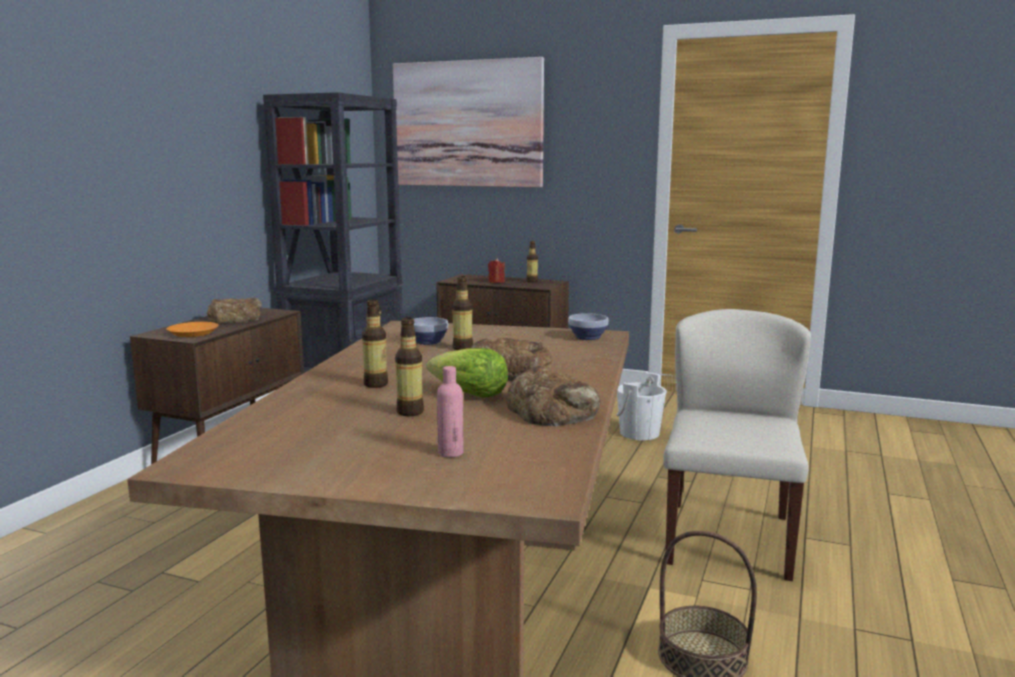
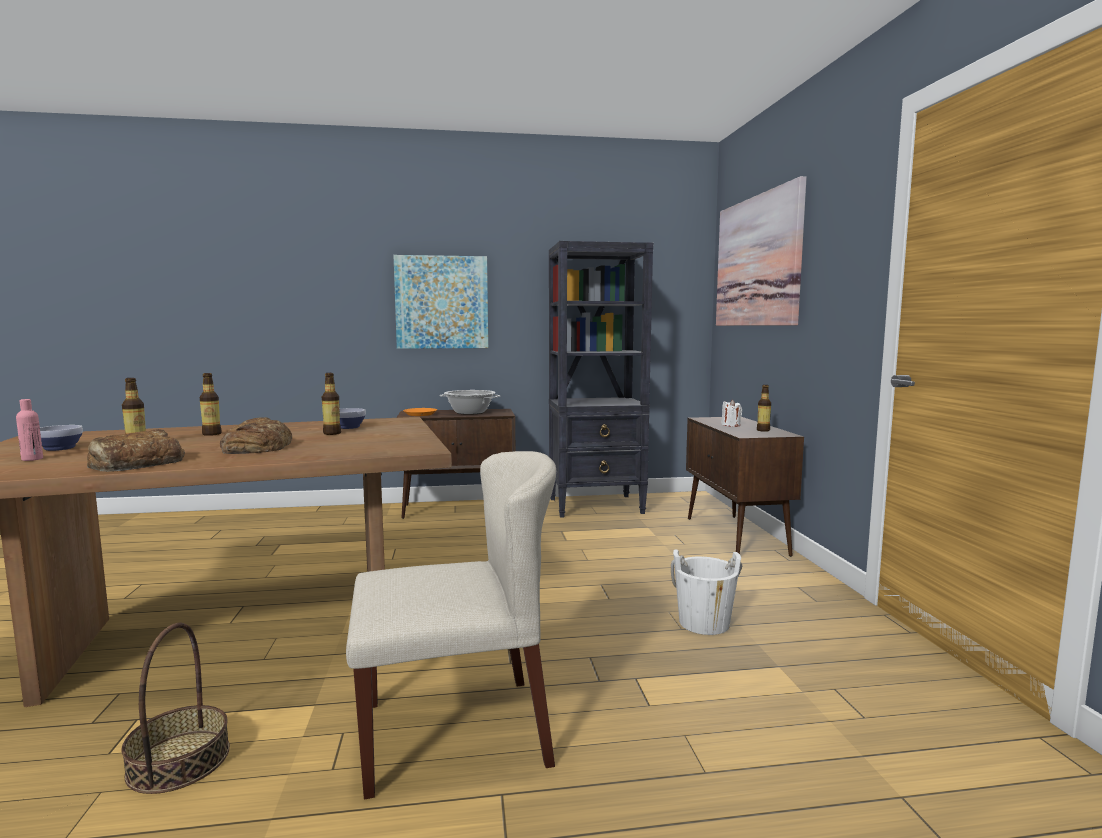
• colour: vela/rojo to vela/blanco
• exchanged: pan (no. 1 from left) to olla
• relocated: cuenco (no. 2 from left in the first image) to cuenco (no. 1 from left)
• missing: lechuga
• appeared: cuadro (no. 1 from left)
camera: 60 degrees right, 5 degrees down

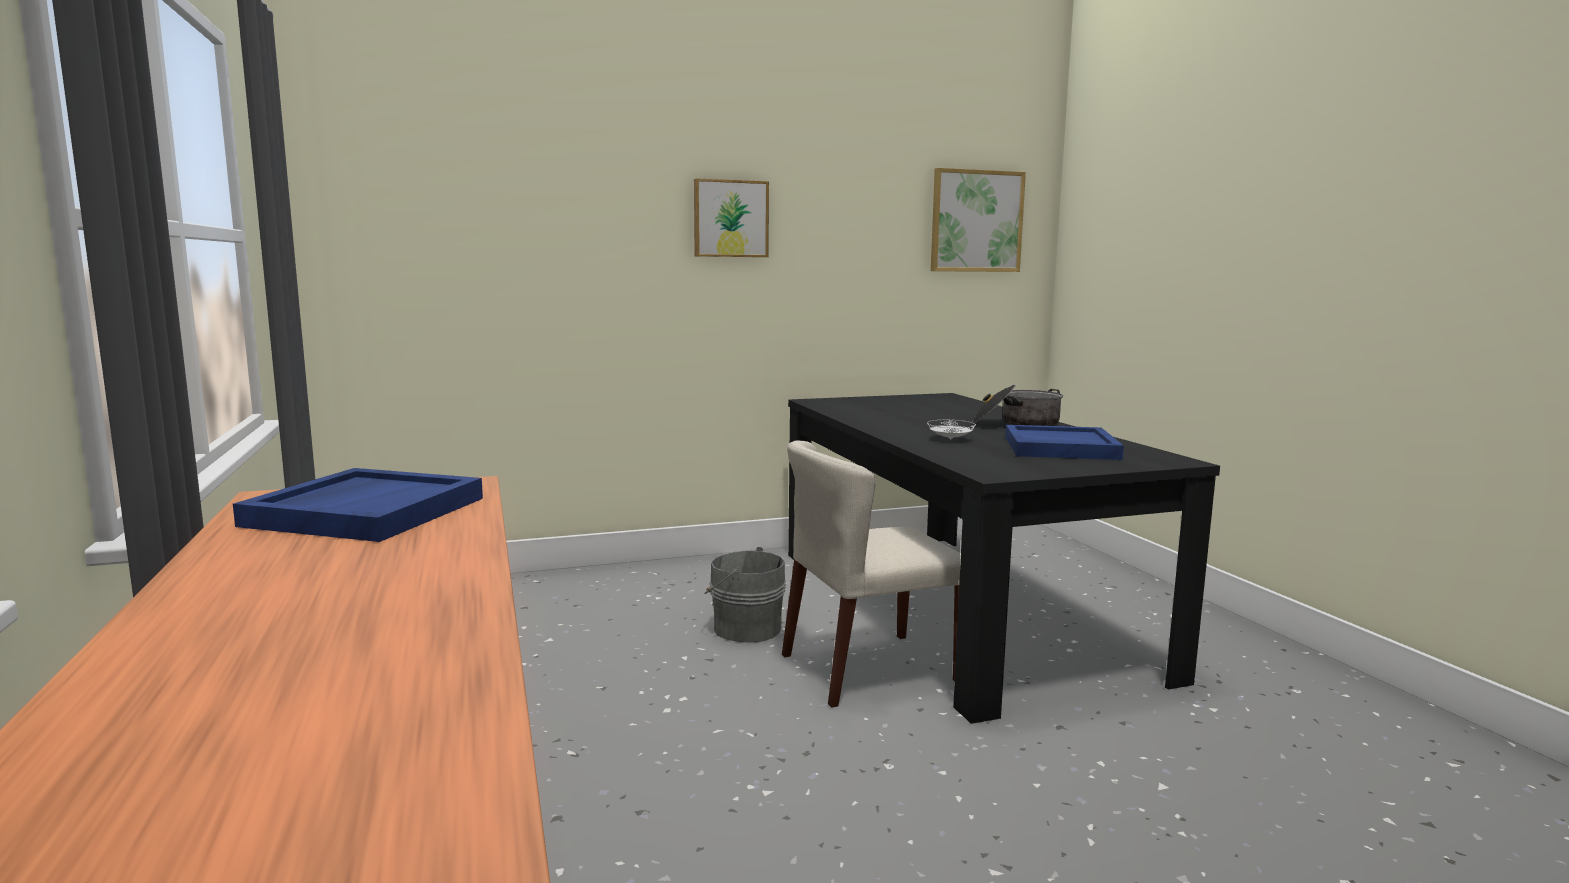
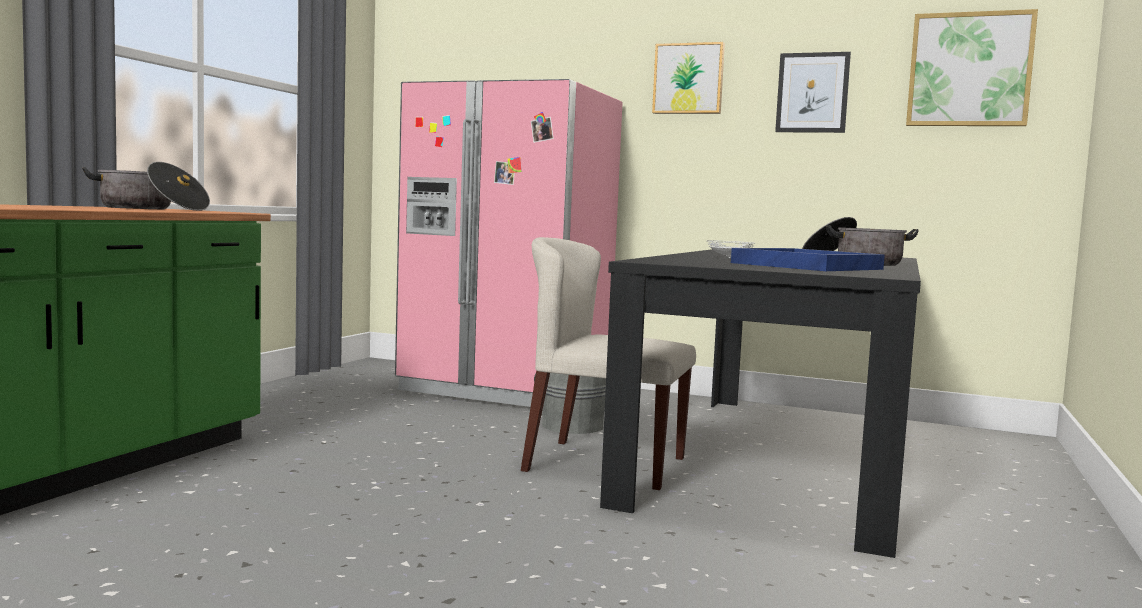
• exchanged: bandeja/azul (no. 1 from left) to olla (no. 1 from left)
• appeared: cuadro (no. 2 from left)
• appeared: nevera/rosa
camera: 40 degrees right, 5 degrees down

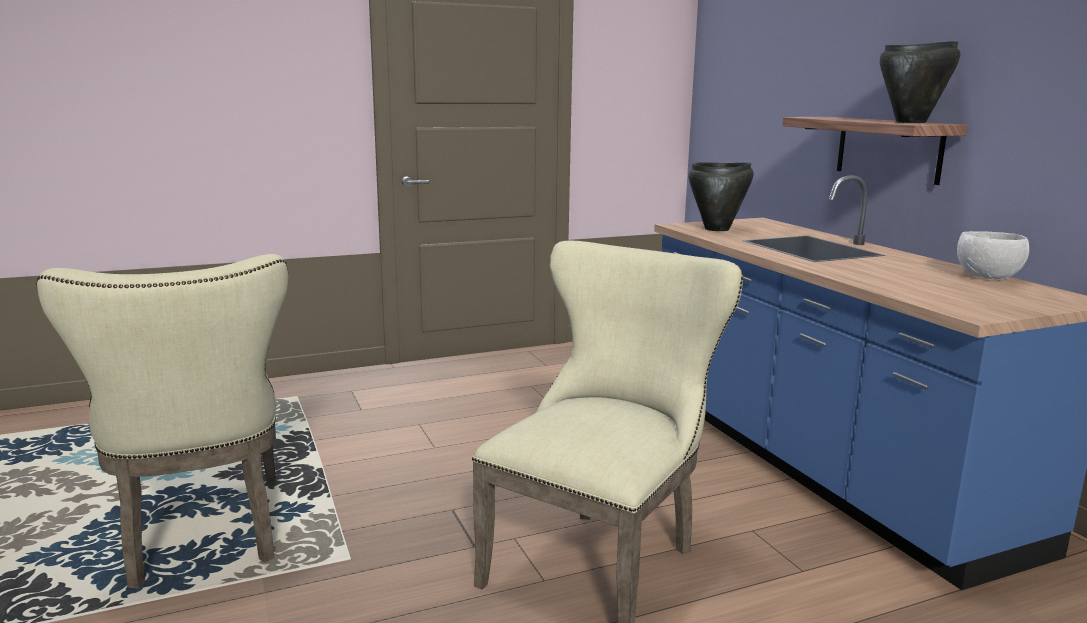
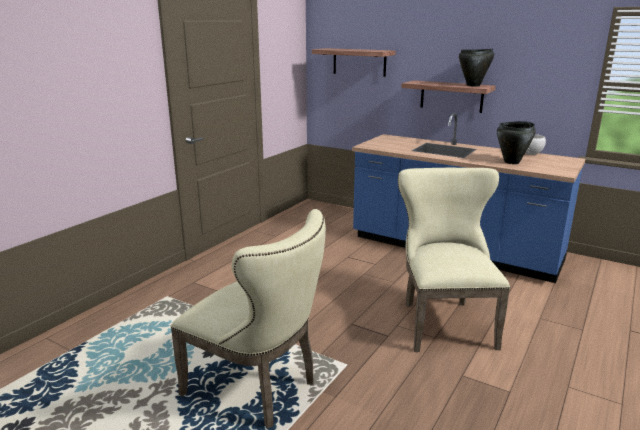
• relocated: olla/negro (no. 1 from left in the first image) to olla/negro (no. 2 from left)
• appeared: estante (no. 1 from left)
camera: 35 degrees left, 5 degrees up

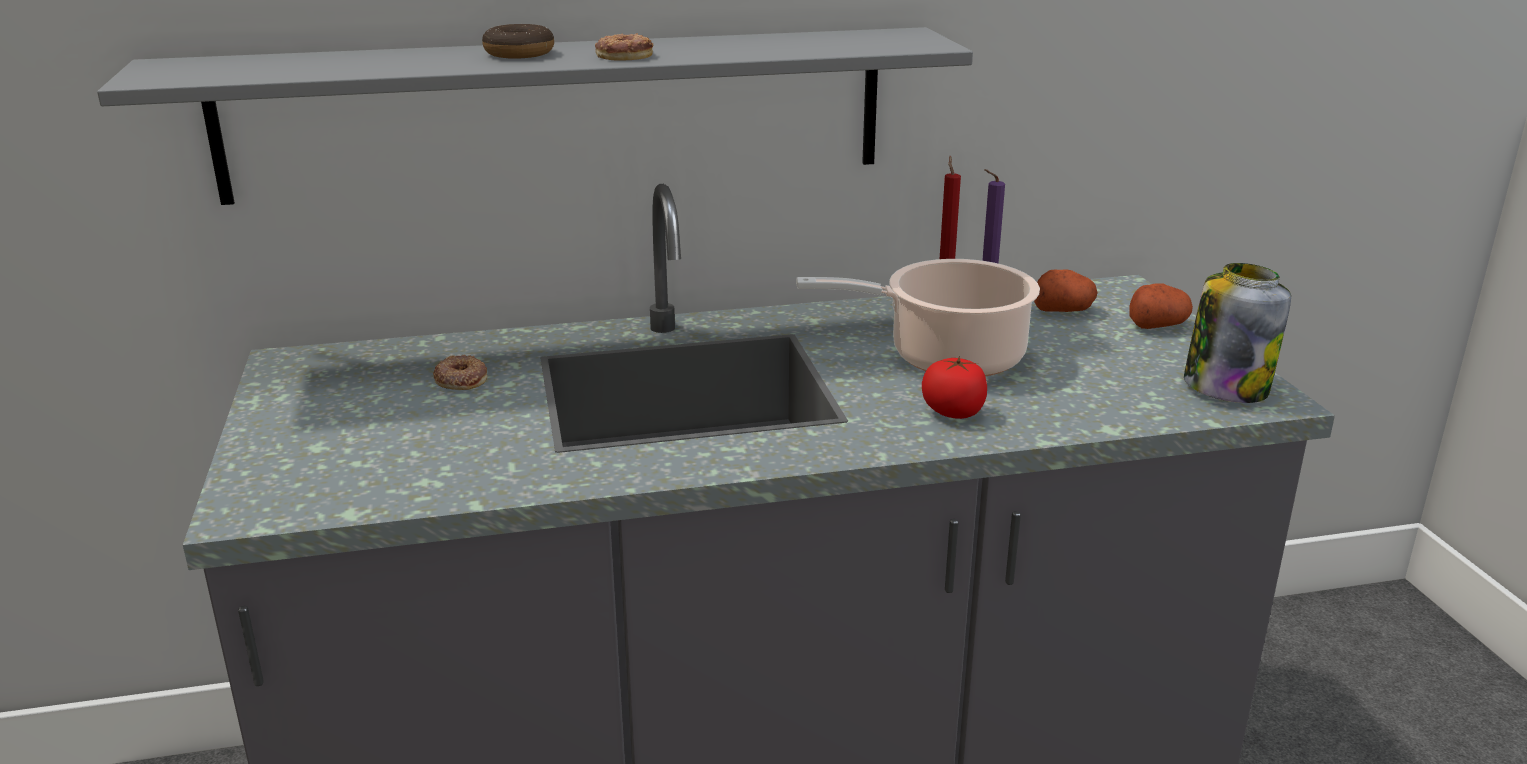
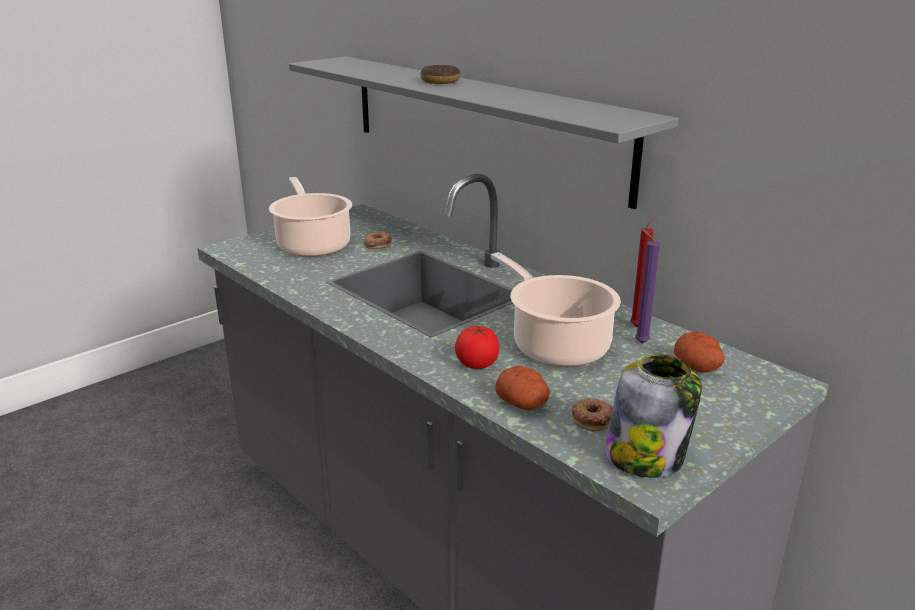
• relocated: rosquilla (no. 3 from left)
• relocated: patata (no. 2 from left in the first image) to patata (no. 1 from left)
• appeared: olla (no. 1 from left)
camera: 60 degrees right, 0 degrees up

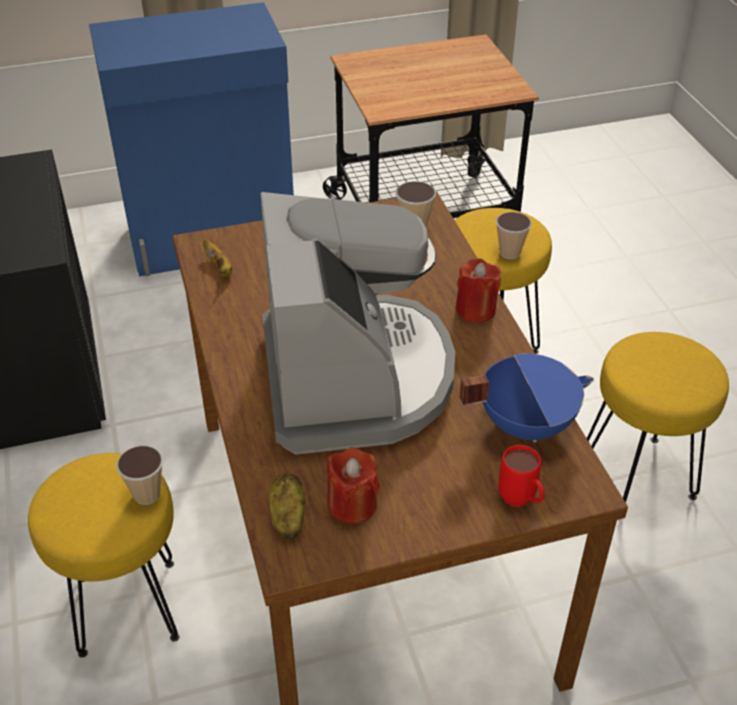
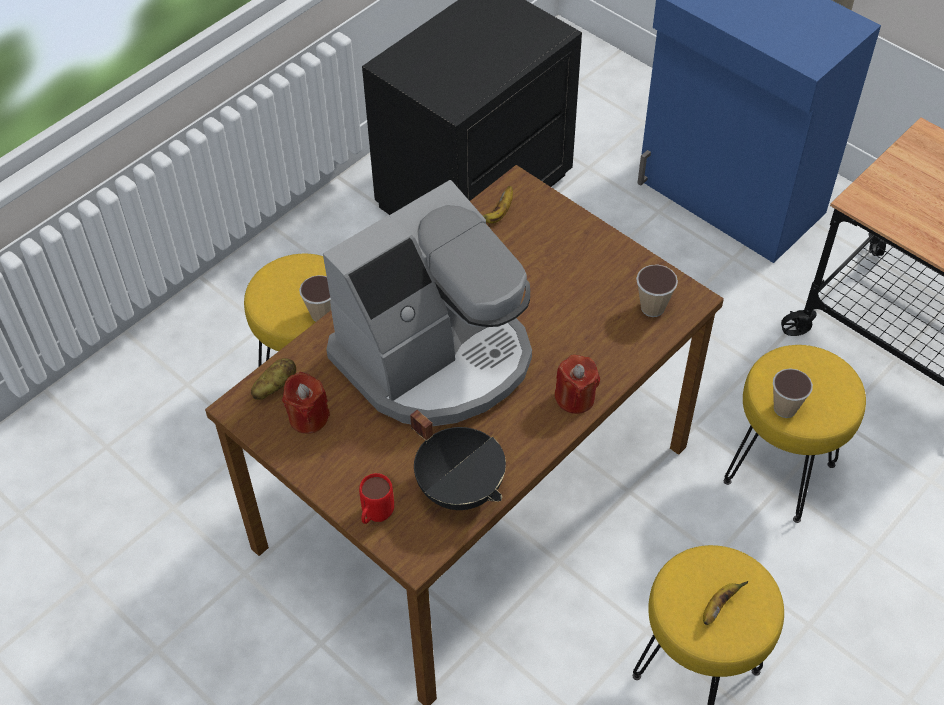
• colour: olla/azul to olla/negro
• appeared: plátano (no. 2 from left)
camera: 60 degrees right, 10 degrees up

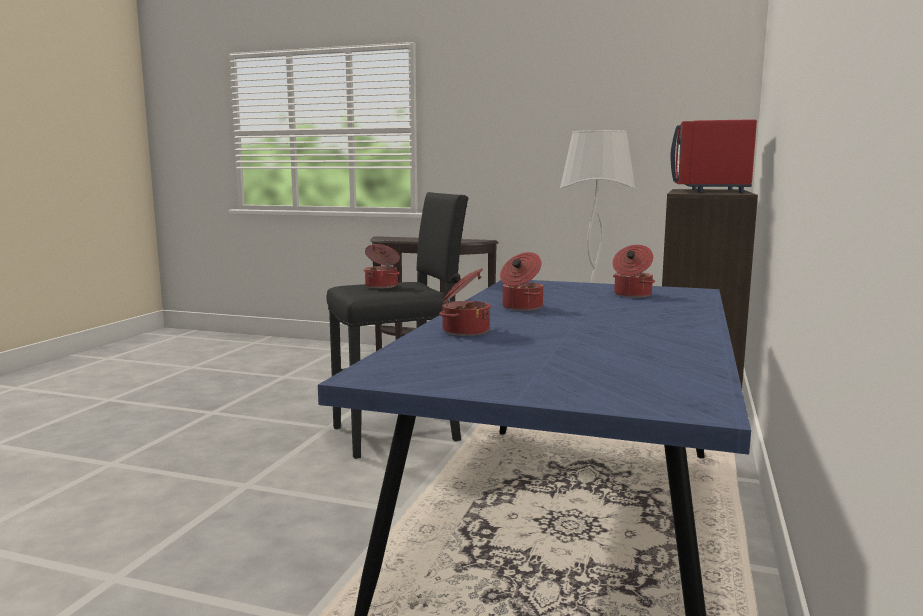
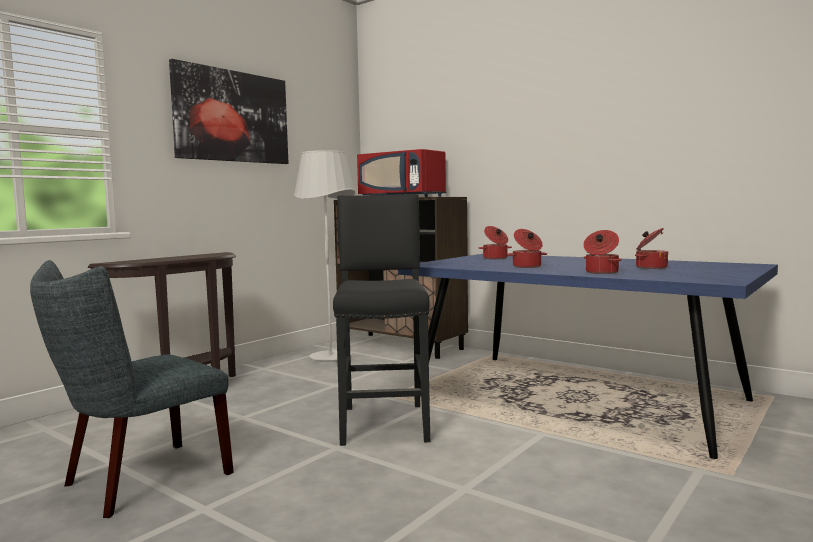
• relocated: olla (no. 1 from left in the first image) to olla (no. 4 from left)
• appeared: cuadro
• appeared: silla/gris
camera: 70 degrees left, 5 degrees down

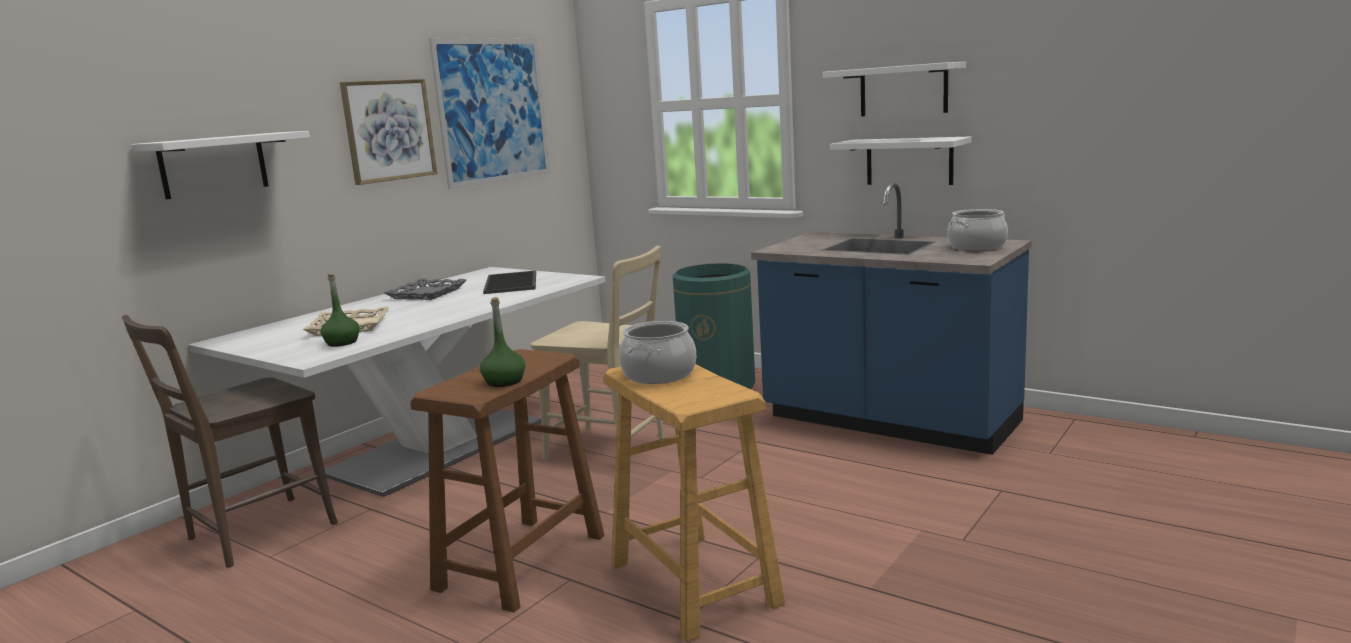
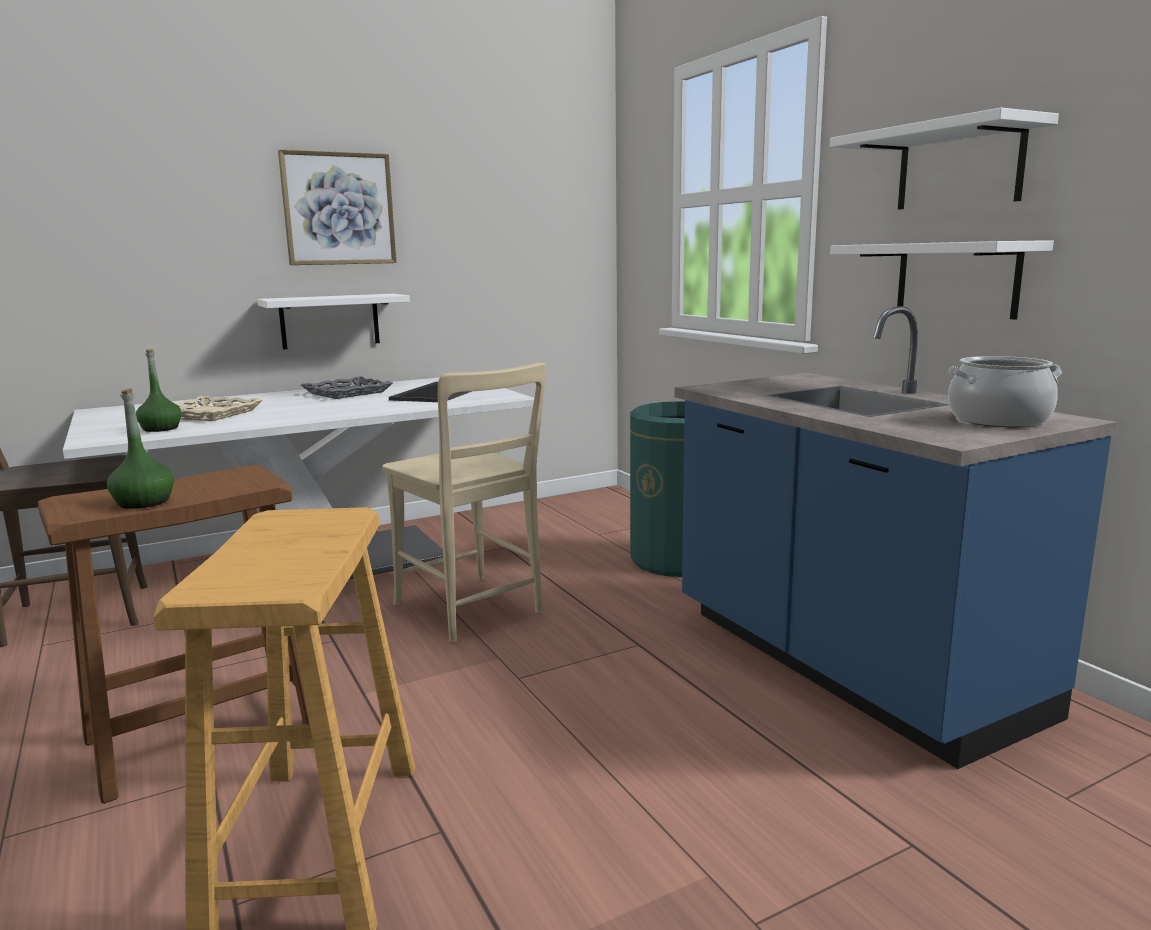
• missing: cuadro (no. 2 from left)
• relocated: estante/blanco (no. 1 from left)
• missing: olla (no. 1 from left)
camera: 25 degrees right, 0 degrees up

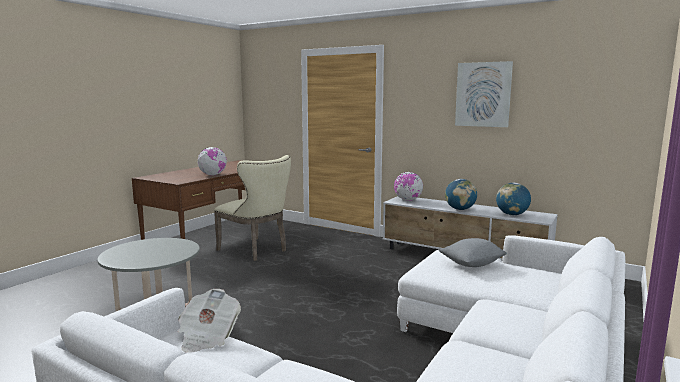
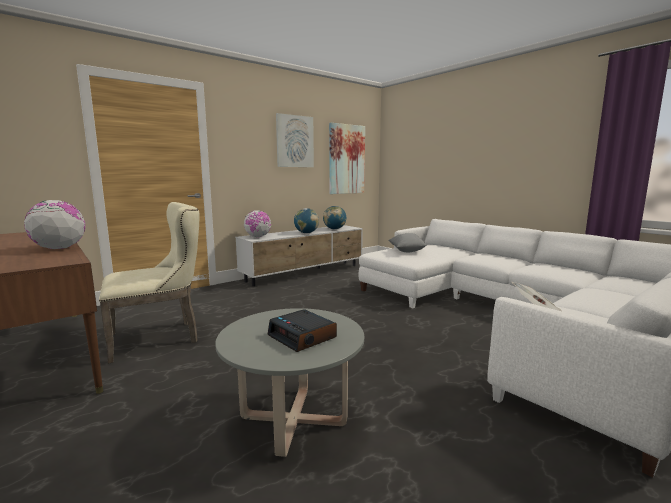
• appeared: cuadro (no. 2 from left)
• appeared: despertador
camera: 70 degrees left, 0 degrees up

